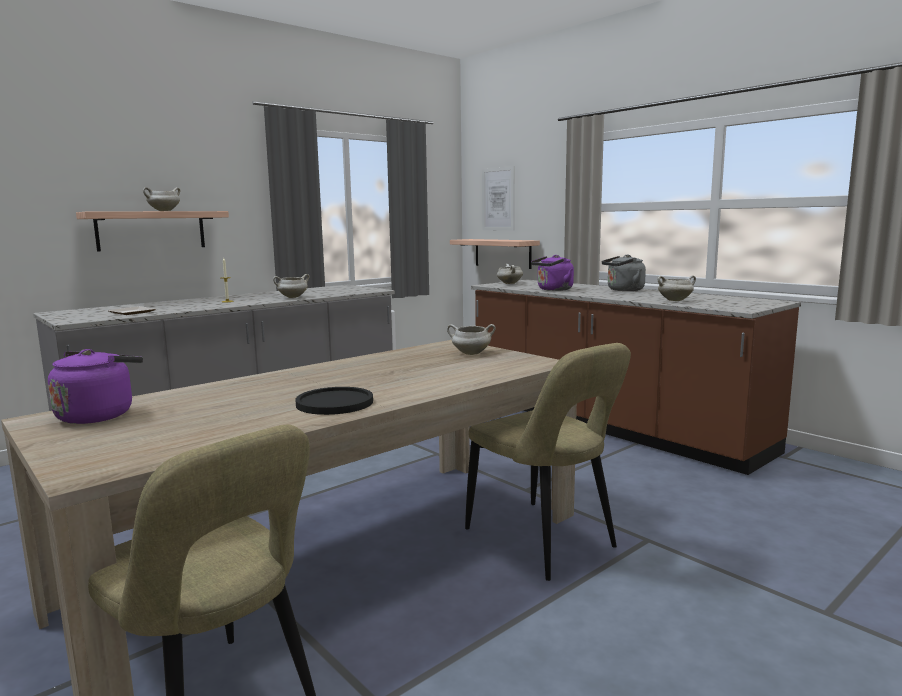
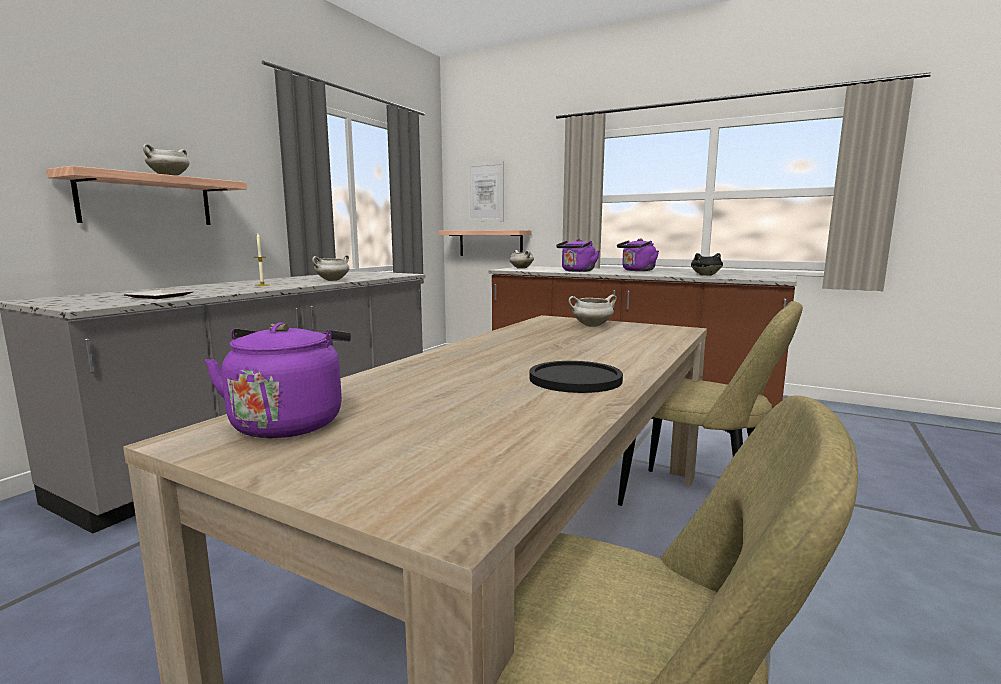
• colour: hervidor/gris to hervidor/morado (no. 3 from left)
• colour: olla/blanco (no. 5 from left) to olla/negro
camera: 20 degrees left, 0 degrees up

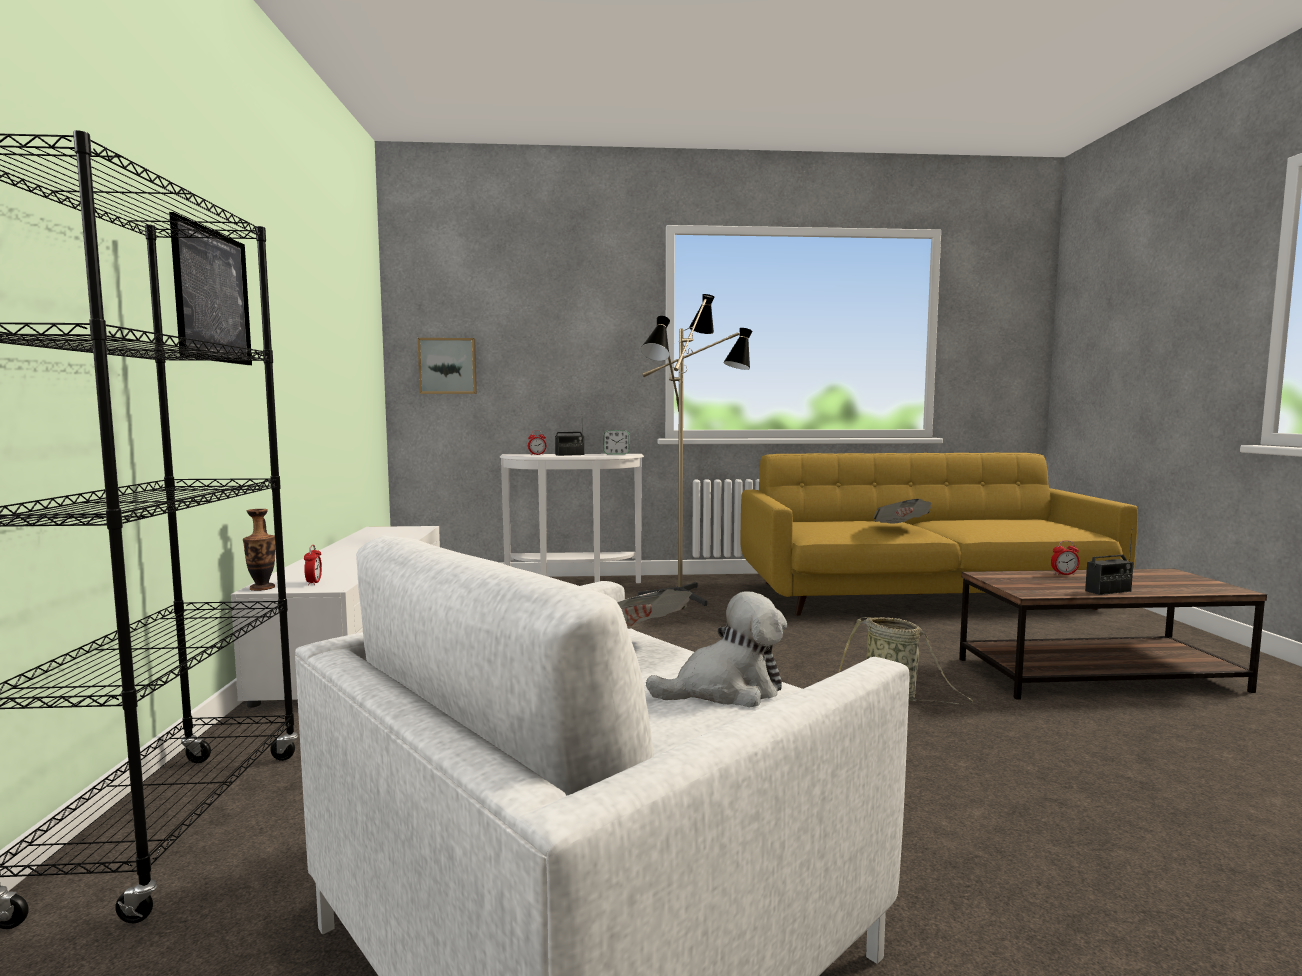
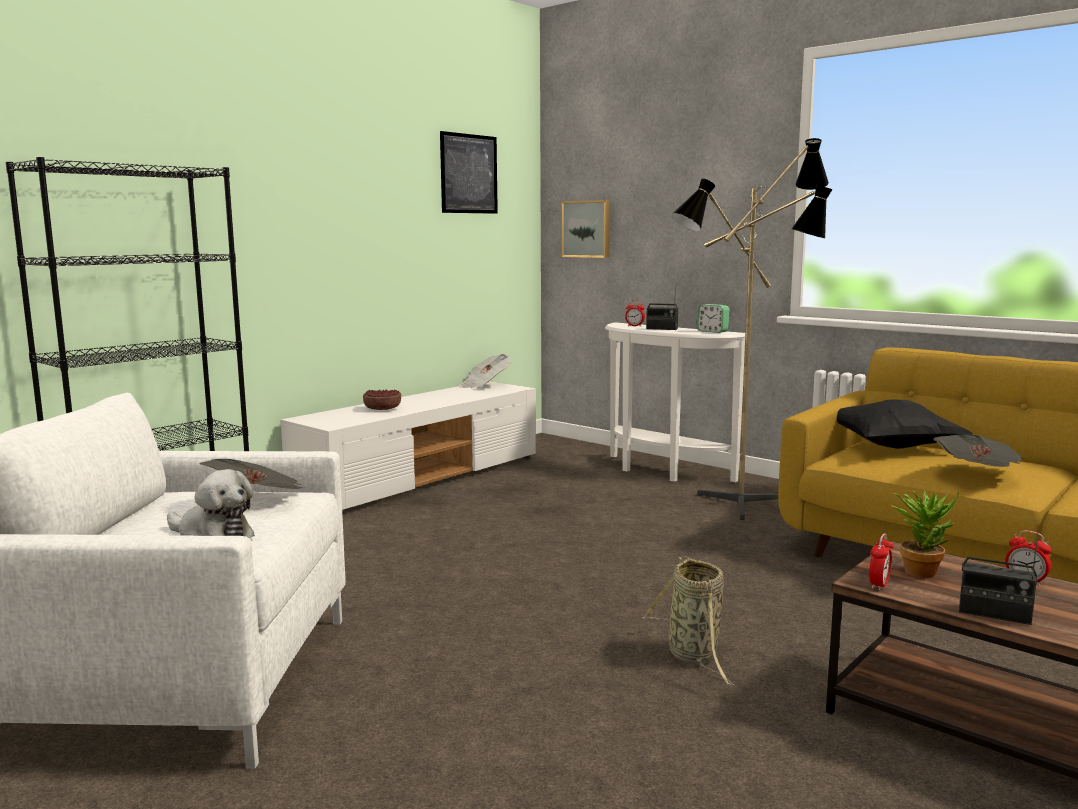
• relocated: cuadro (no. 1 from left)
• missing: florero
• relocated: despertador (no. 1 from left in the first image) to despertador (no. 3 from left)
• appeared: periódico (no. 2 from left)
• appeared: cuenco
• appeared: cojín/negro
• appeared: planta en maceta
camera: 45 degrees right, 5 degrees up

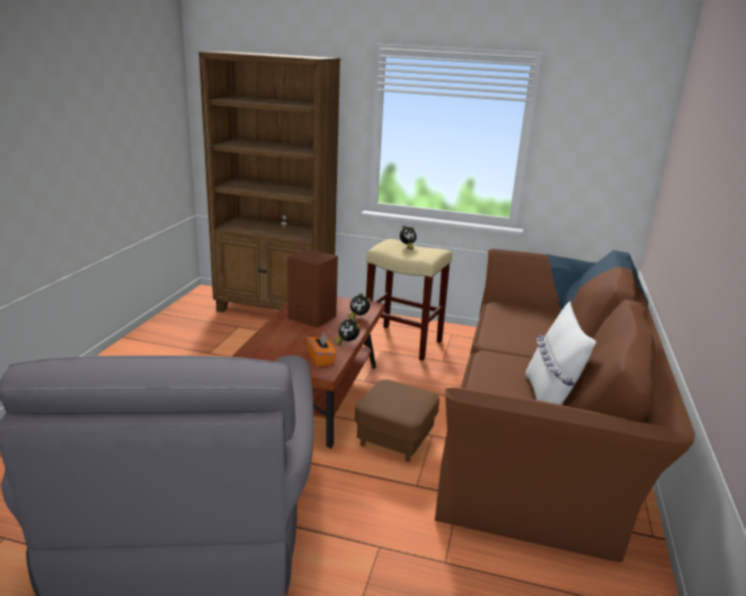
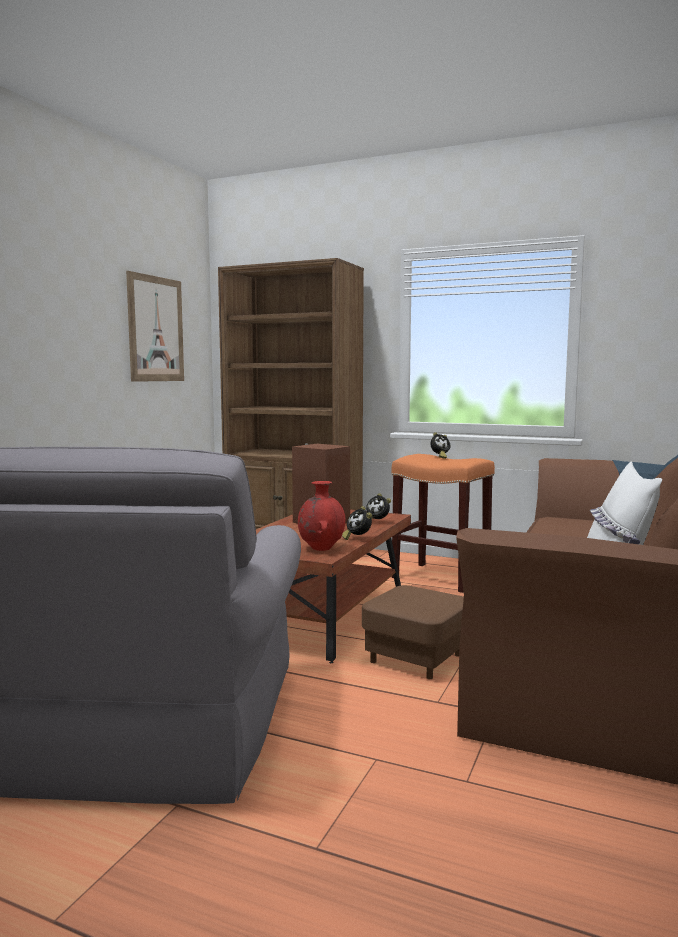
• colour: taburete/beis to taburete/naranja
• exchanged: caja de pañuelos/naranja to florero/rojo
• appeared: cuadro
camera: 10 degrees right, 15 degrees down

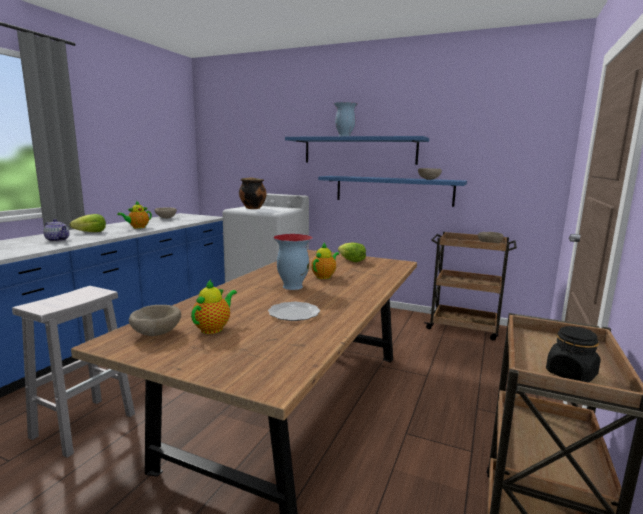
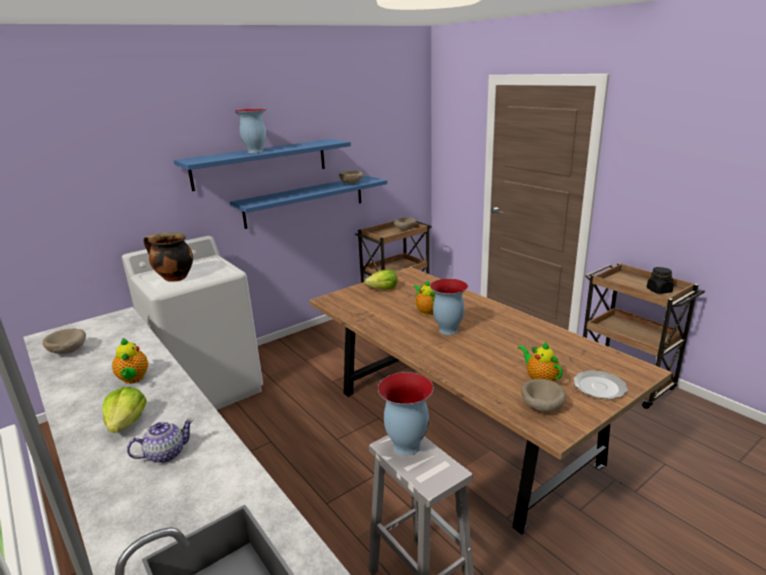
• relocated: plato
• appeared: florero (no. 2 from left)
camera: 60 degrees left, 10 degrees up

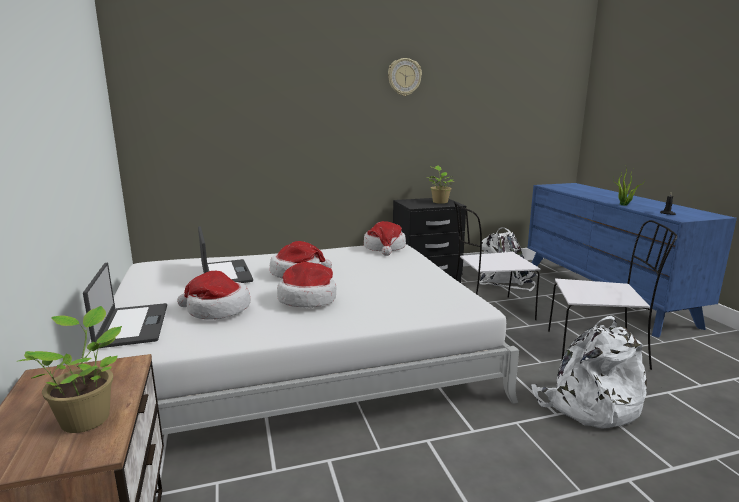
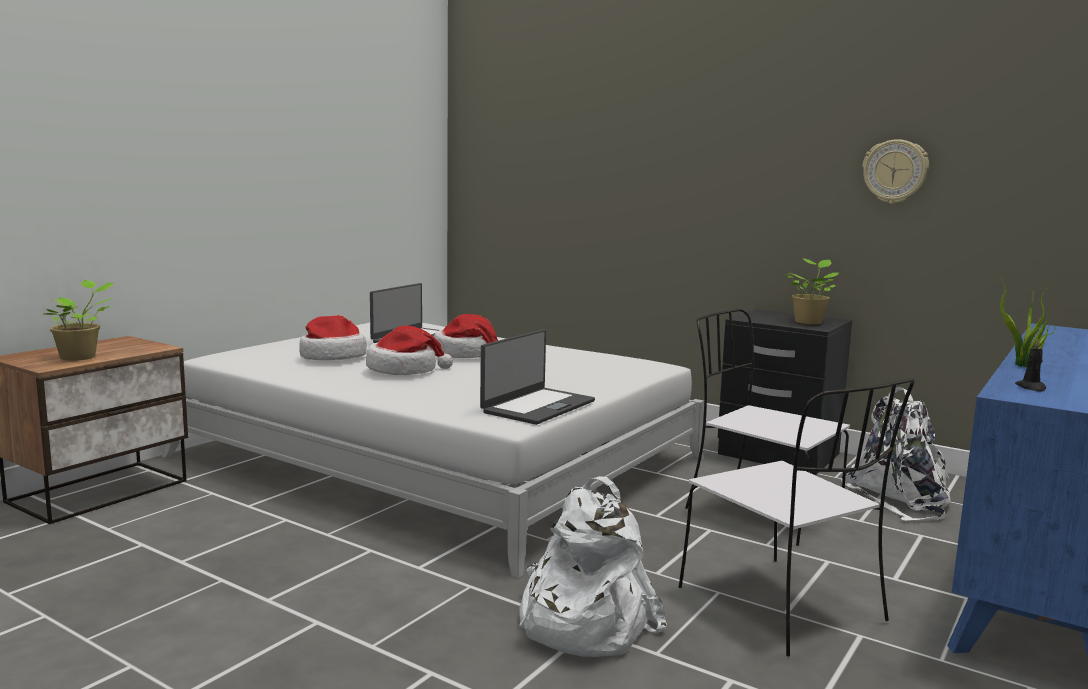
• relocated: reloj de pared
• missing: sombrero (no. 4 from left)
• relocated: portátil (no. 1 from left in the first image) to portátil (no. 2 from left)
camera: 50 degrees right, 5 degrees down

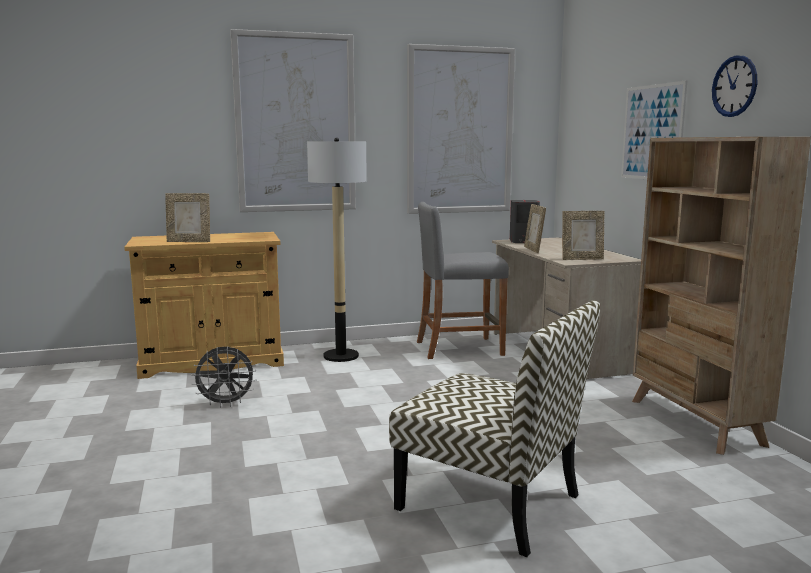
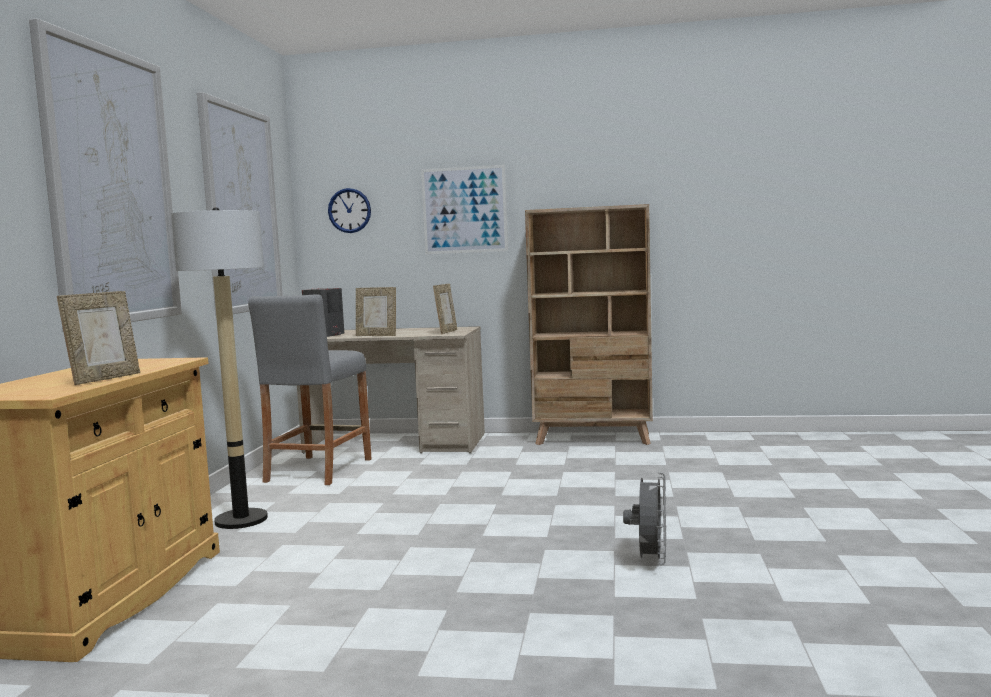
• relocated: reloj de pared
• missing: silla
• relocated: ventilador/gris
camera: 65 degrees left, 5 degrees down

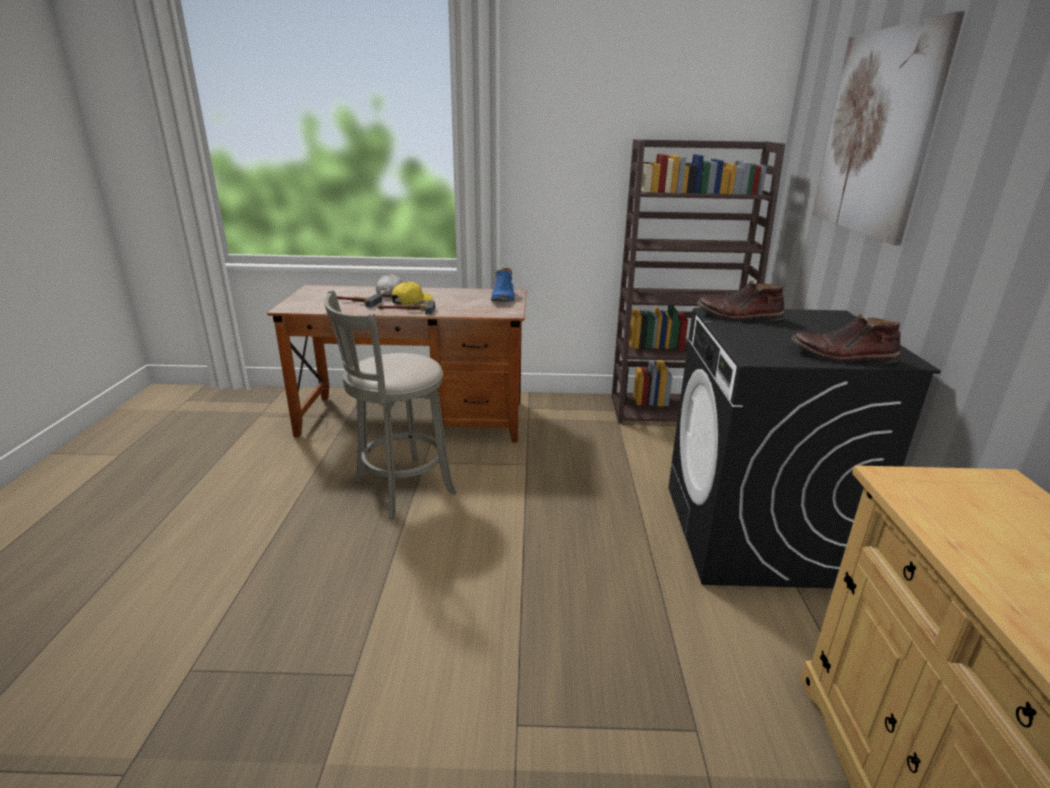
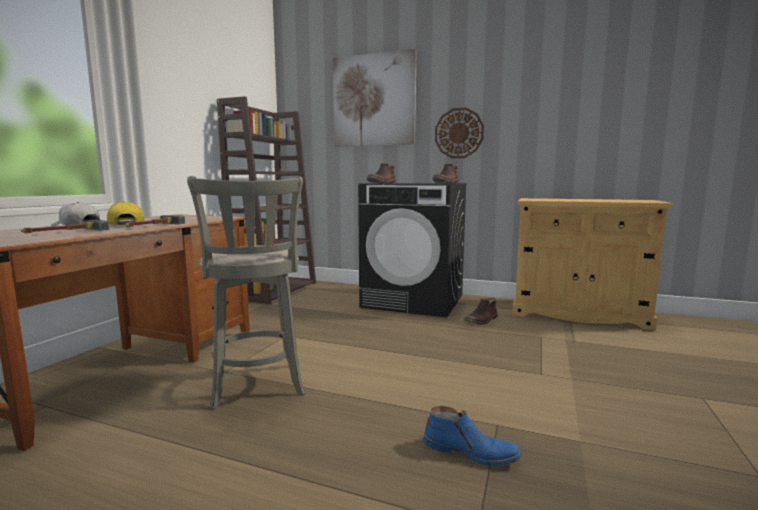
• relocated: bota/azul
• appeared: reloj de pared
• appeared: bota/marrón (no. 3 from left)
camera: 70 degrees left, 15 degrees down

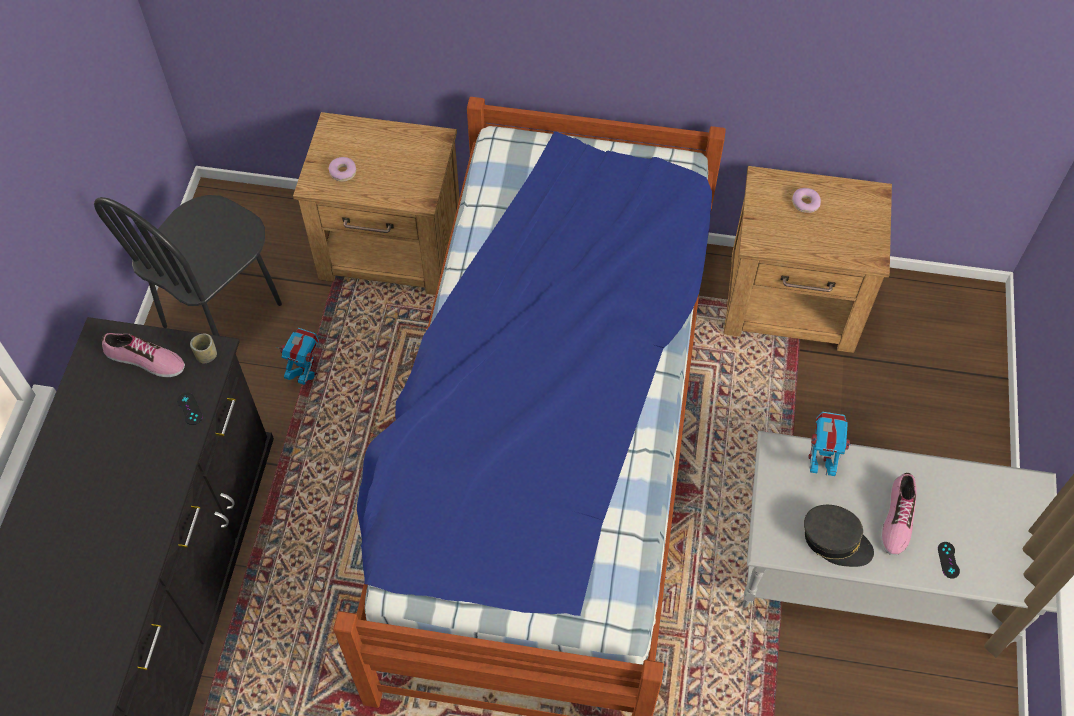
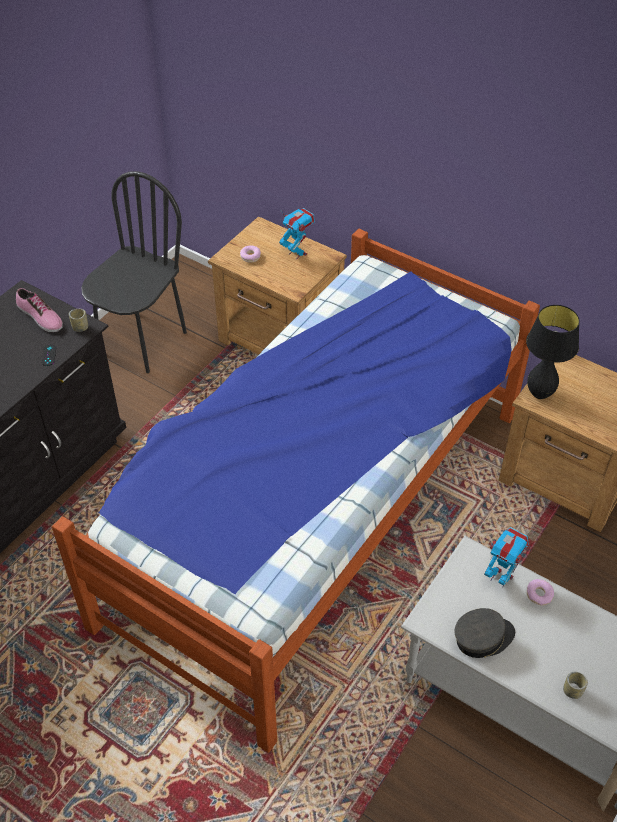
• relocated: rosquilla (no. 2 from left)
• spun: silla/negro 150 degrees clockwise
• relocated: robot de juguete (no. 1 from left)
• missing: zapato (no. 2 from left)
• spun: gorra/gris 75 degrees counterclockwise
• exchanged: mando de consola/negro (no. 2 from left) to taza (no. 2 from left)
• appeared: lámpara de mesa/negro
camera: 25 degrees right, 10 degrees down

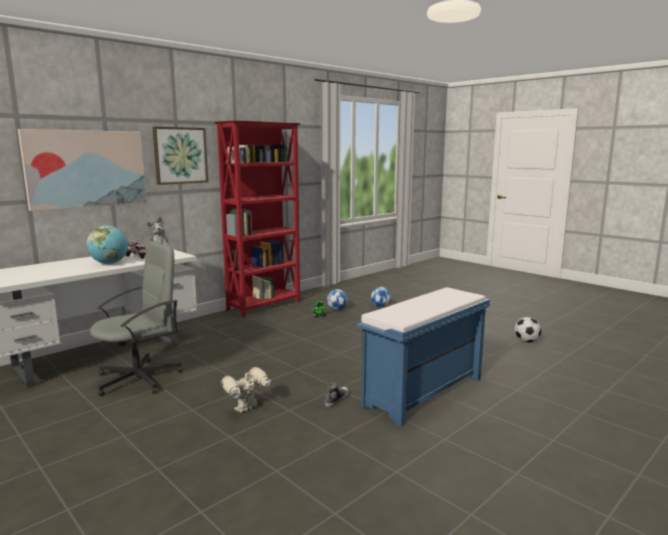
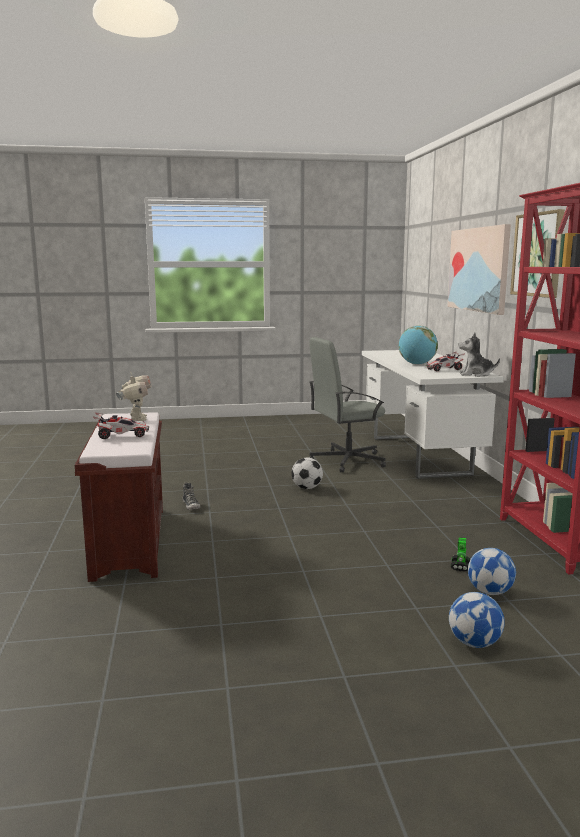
• spun: silla de oficina/gris 75 degrees clockwise
• colour: banco/azul to banco/marrón
• relocated: balón de fútbol (no. 3 from left in the first image) to balón de fútbol (no. 1 from left)
• relocated: robot de juguete (no. 1 from left)
• appeared: coche de juguete (no. 1 from left)
camera: 125 degrees right, 0 degrees up

